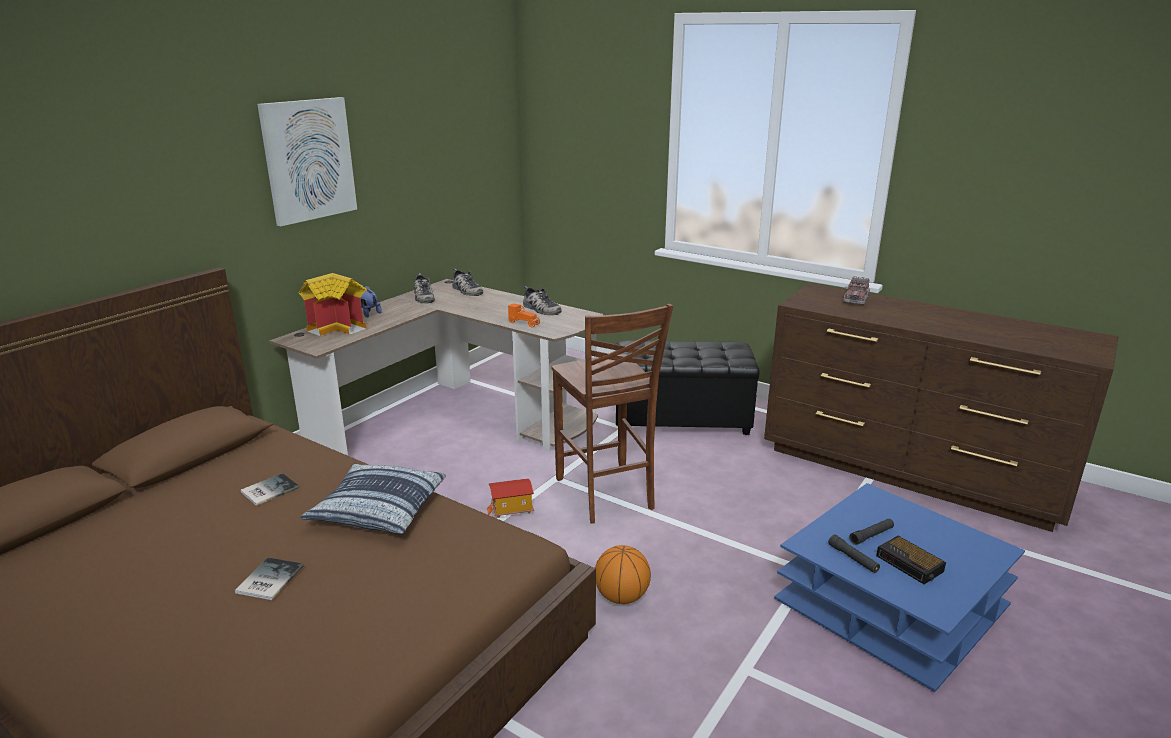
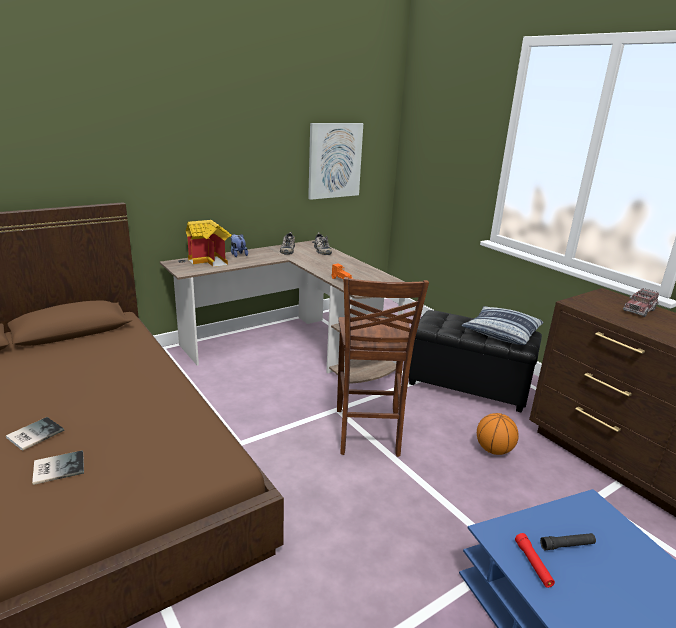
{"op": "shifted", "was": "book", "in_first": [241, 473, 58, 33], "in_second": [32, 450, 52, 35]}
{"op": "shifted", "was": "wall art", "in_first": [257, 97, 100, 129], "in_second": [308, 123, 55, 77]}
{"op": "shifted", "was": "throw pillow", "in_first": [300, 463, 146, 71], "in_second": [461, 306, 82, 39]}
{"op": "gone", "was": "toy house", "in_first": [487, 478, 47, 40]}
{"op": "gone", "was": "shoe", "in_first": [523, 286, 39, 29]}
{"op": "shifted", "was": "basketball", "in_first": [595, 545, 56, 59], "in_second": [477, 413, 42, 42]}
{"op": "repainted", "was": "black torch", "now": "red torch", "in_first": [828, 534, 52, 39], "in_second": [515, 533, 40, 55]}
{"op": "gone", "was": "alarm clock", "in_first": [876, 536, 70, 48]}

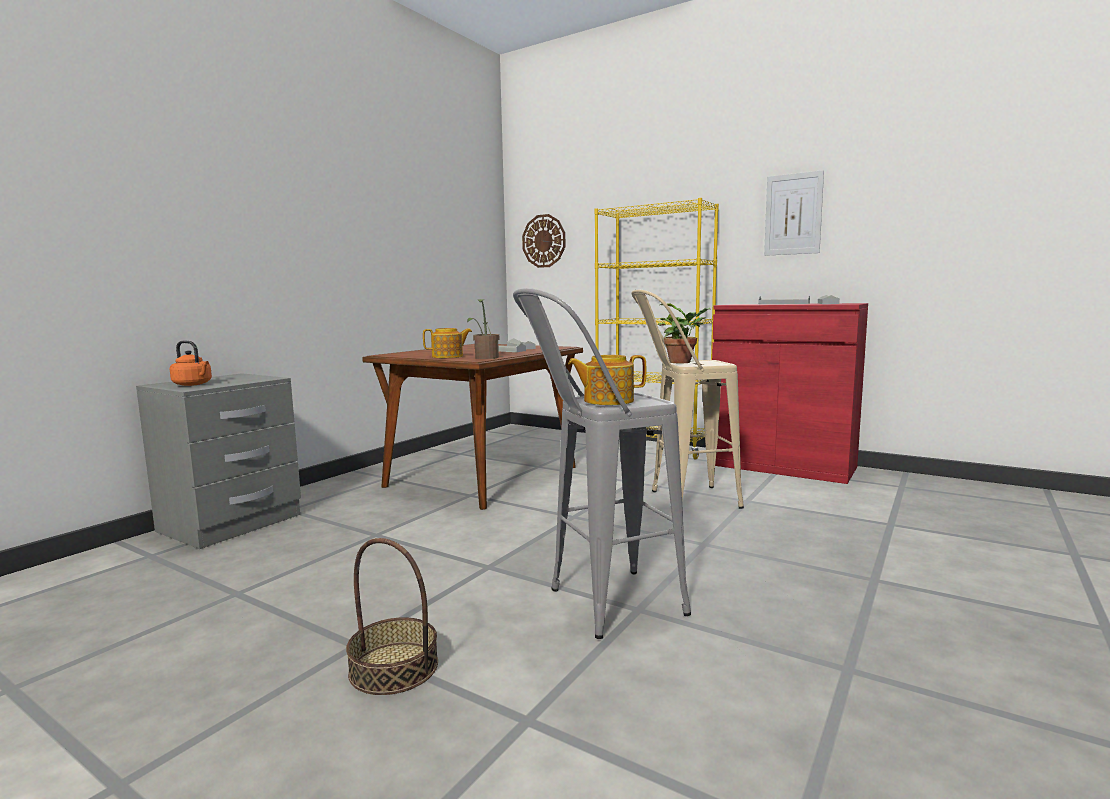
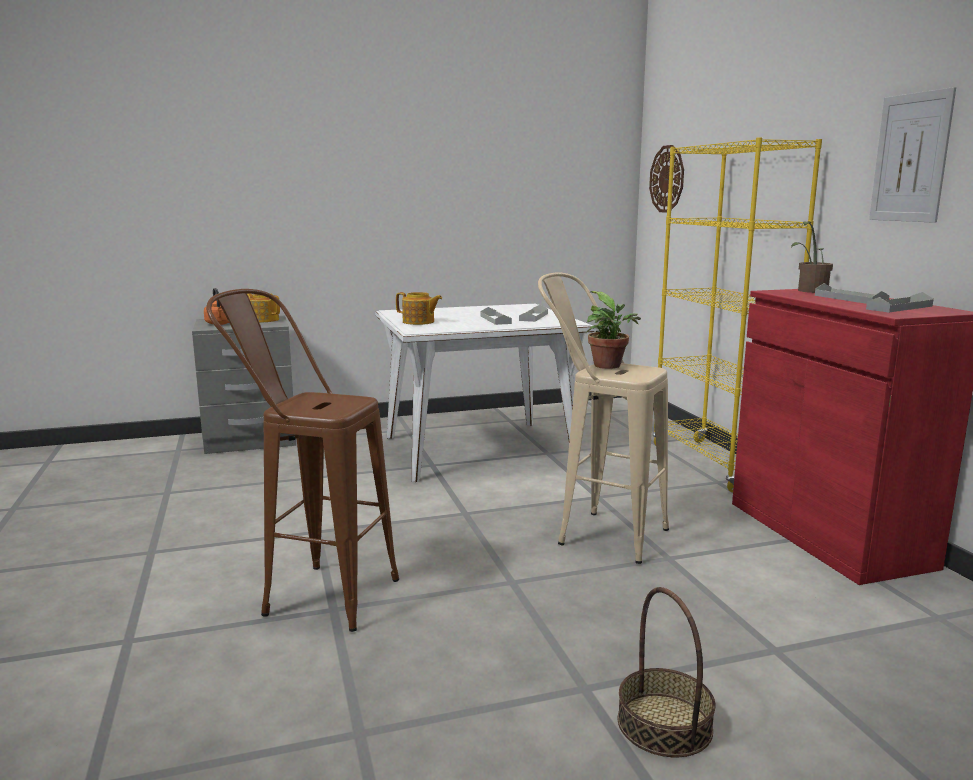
{"op": "shifted", "was": "basket", "in_first": [346, 538, 92, 157], "in_second": [618, 587, 98, 170]}
{"op": "repainted", "was": "brown-coloured kitchen table", "now": "white kitchen table", "in_first": [362, 344, 221, 166], "in_second": [375, 304, 220, 178]}
{"op": "shifted", "was": "plant in a pot", "in_first": [467, 299, 32, 60], "in_second": [791, 221, 42, 72]}
{"op": "repainted", "was": "greyish sitting stool", "now": "brown-coloured sitting stool", "in_first": [513, 288, 178, 351], "in_second": [206, 289, 193, 343]}
{"op": "shifted", "was": "pot for tea", "in_first": [568, 355, 79, 50], "in_second": [247, 293, 33, 29]}

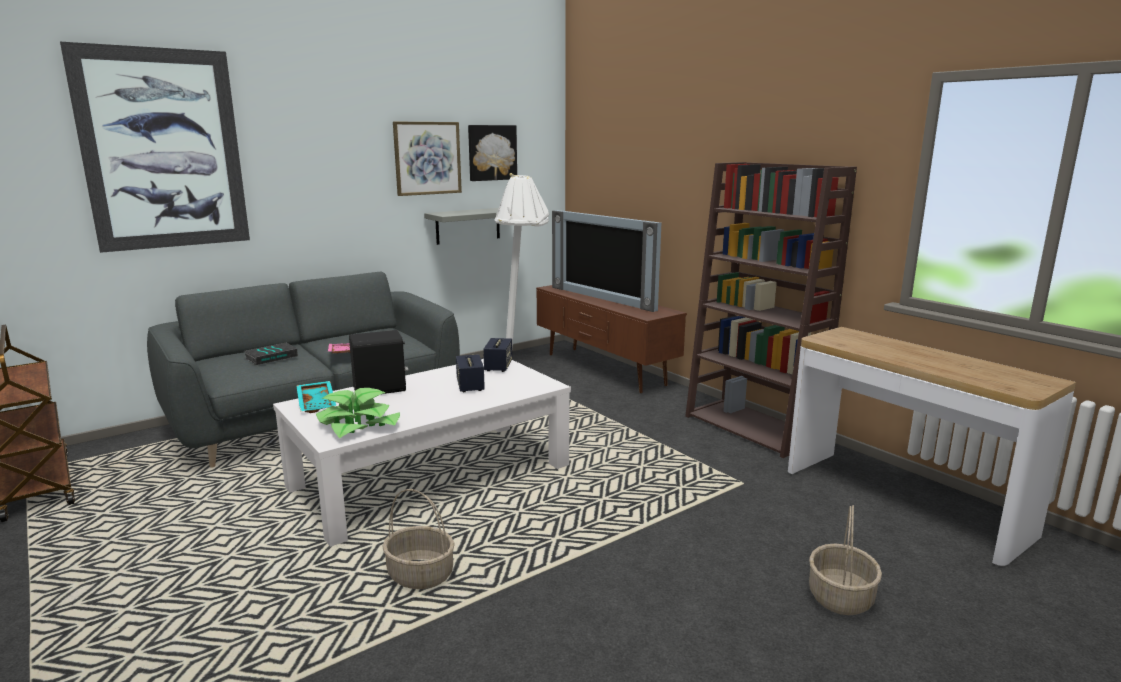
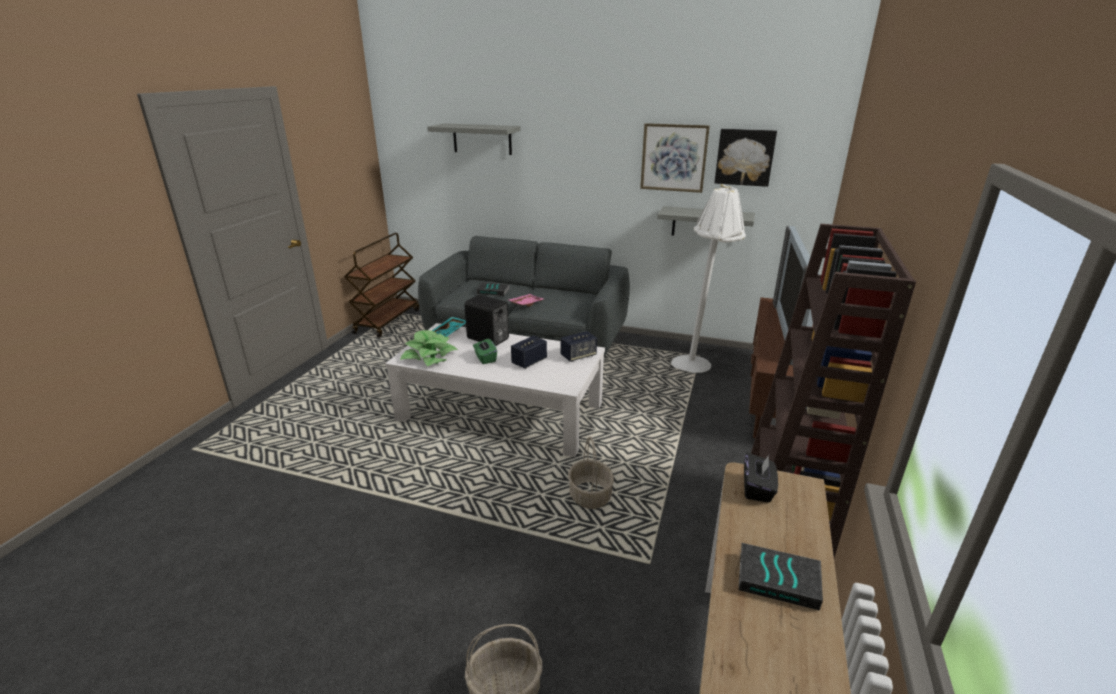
{"op": "swapped", "was": "wall art", "now": "greyish wall shelf", "in_first": [60, 42, 190, 211], "in_second": [427, 123, 94, 32]}
{"op": "shifted", "was": "basket", "in_first": [382, 489, 73, 100], "in_second": [568, 437, 46, 72]}
{"op": "new", "now": "green tissue holder", "in_second": [473, 339, 24, 25]}
{"op": "new", "now": "book", "in_second": [739, 543, 84, 68]}
{"op": "new", "now": "black tissue holder", "in_second": [744, 452, 34, 51]}

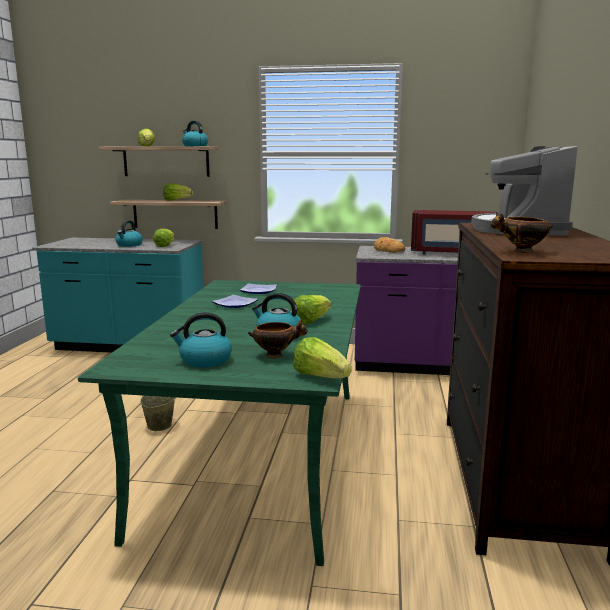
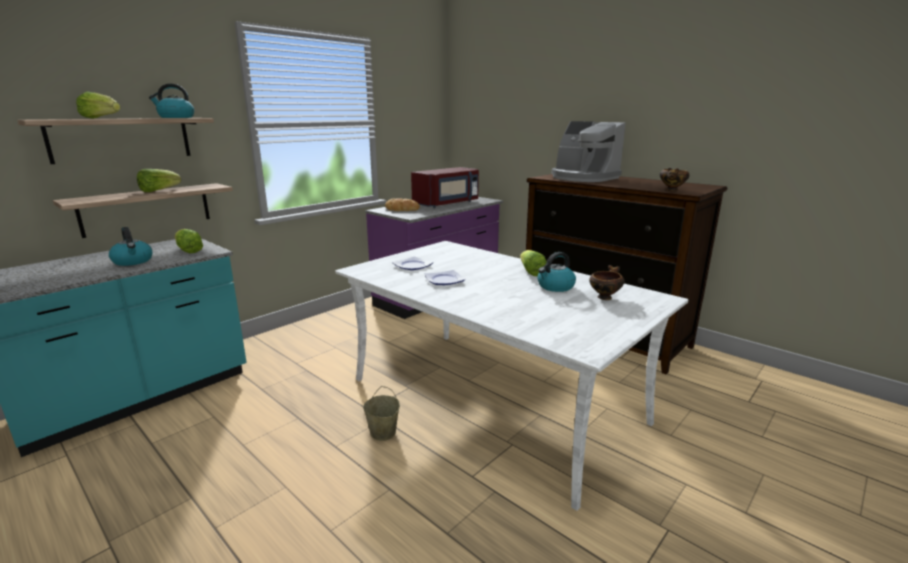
{"op": "repainted", "was": "green kitchen table", "now": "white kitchen table", "in_first": [78, 280, 283, 286], "in_second": [335, 241, 353, 270]}
{"op": "gone", "was": "tea kettle", "in_first": [170, 312, 62, 55]}
{"op": "gone", "was": "lettuce head", "in_first": [293, 337, 59, 41]}

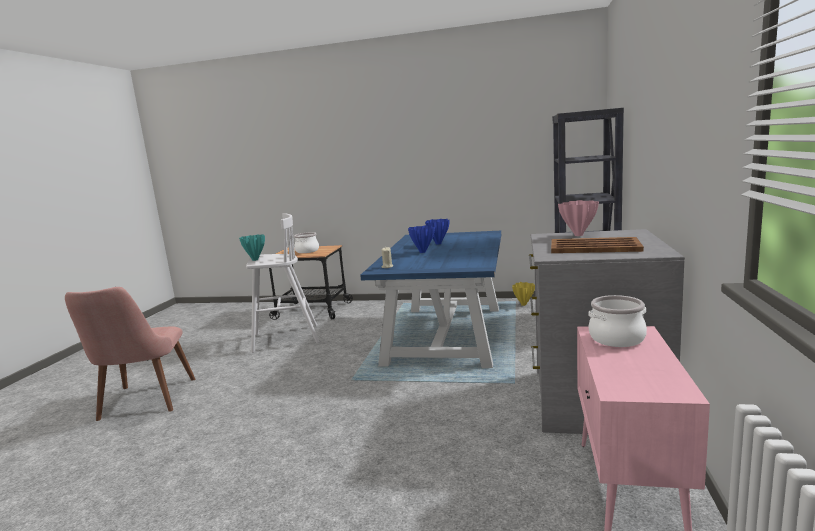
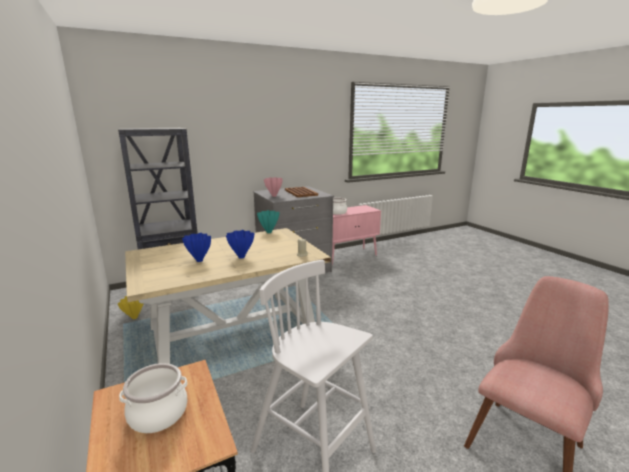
{"op": "shifted", "was": "turquoise flower vase", "in_first": [239, 234, 26, 27], "in_second": [257, 210, 23, 23]}
{"op": "repainted", "was": "blue-coloured kitchen table", "now": "beige kitchen table", "in_first": [360, 231, 141, 137], "in_second": [125, 228, 206, 136]}

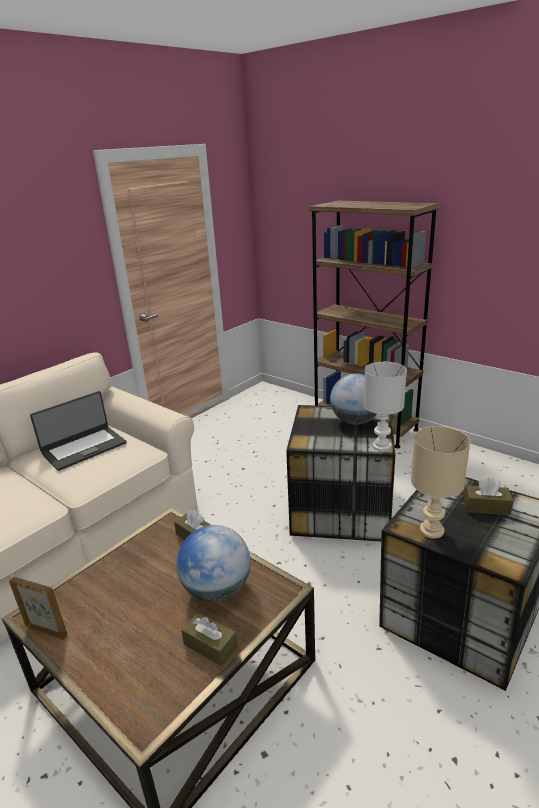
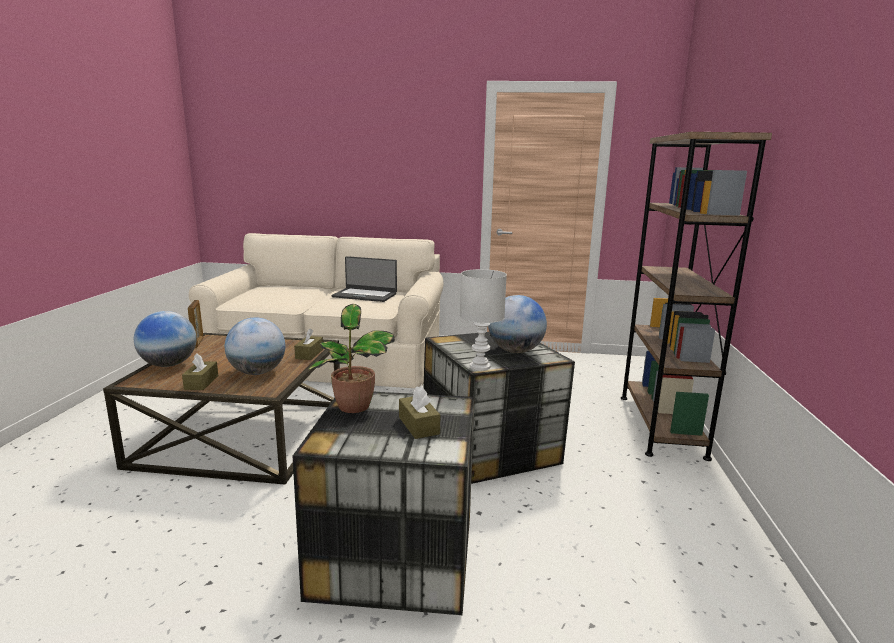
{"op": "swapped", "was": "beige lamp for a table", "now": "plant in a pot", "in_first": [411, 426, 59, 112], "in_second": [308, 304, 86, 109]}
{"op": "new", "now": "desk globe", "in_second": [134, 311, 63, 56]}

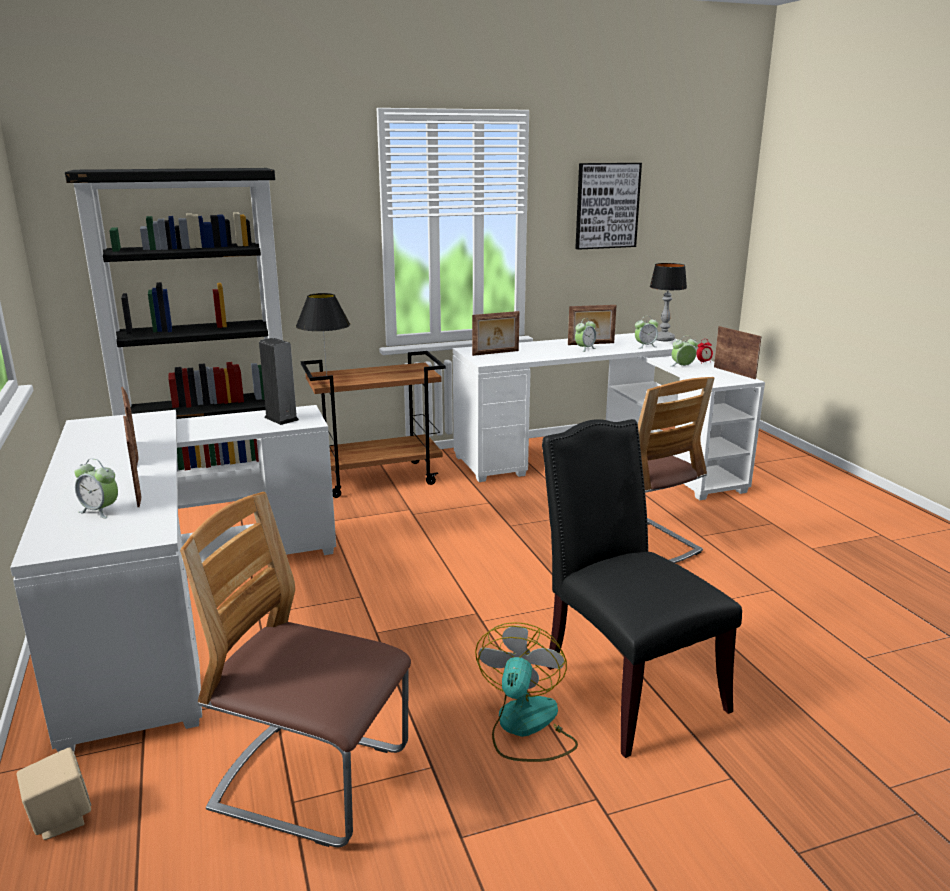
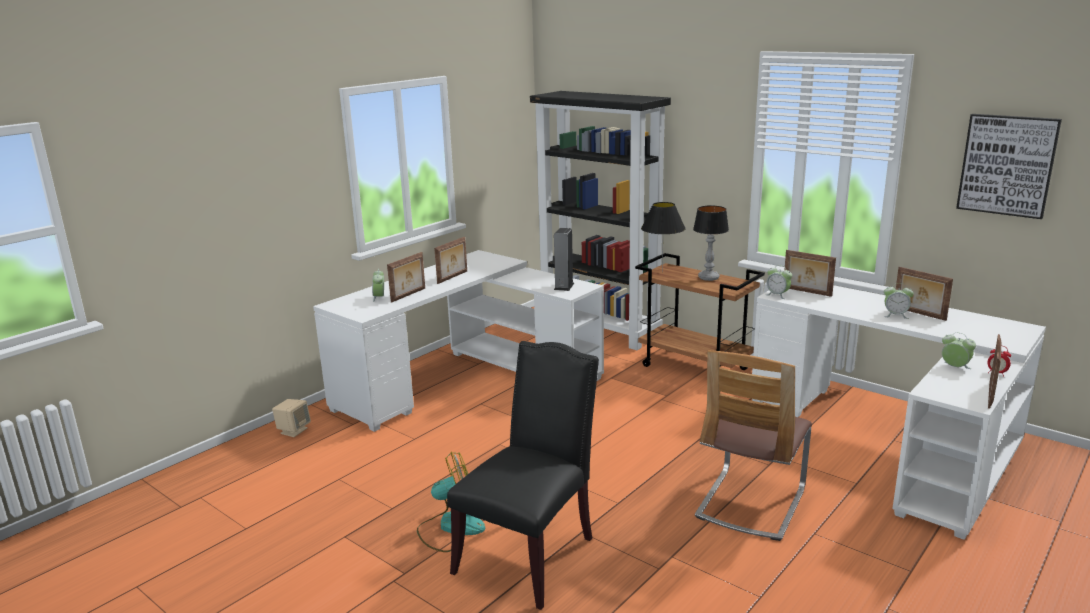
{"op": "gone", "was": "upright chair", "in_first": [180, 492, 231, 355]}
{"op": "shifted", "was": "alarm clock", "in_first": [635, 318, 23, 30], "in_second": [765, 265, 27, 34]}
{"op": "shifted", "was": "lamp for a table", "in_first": [650, 263, 37, 78], "in_second": [693, 205, 36, 76]}

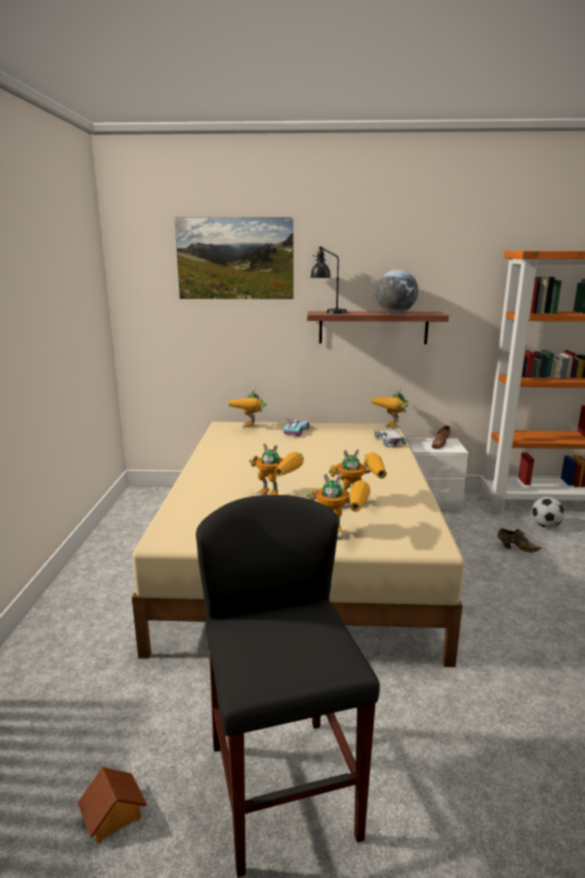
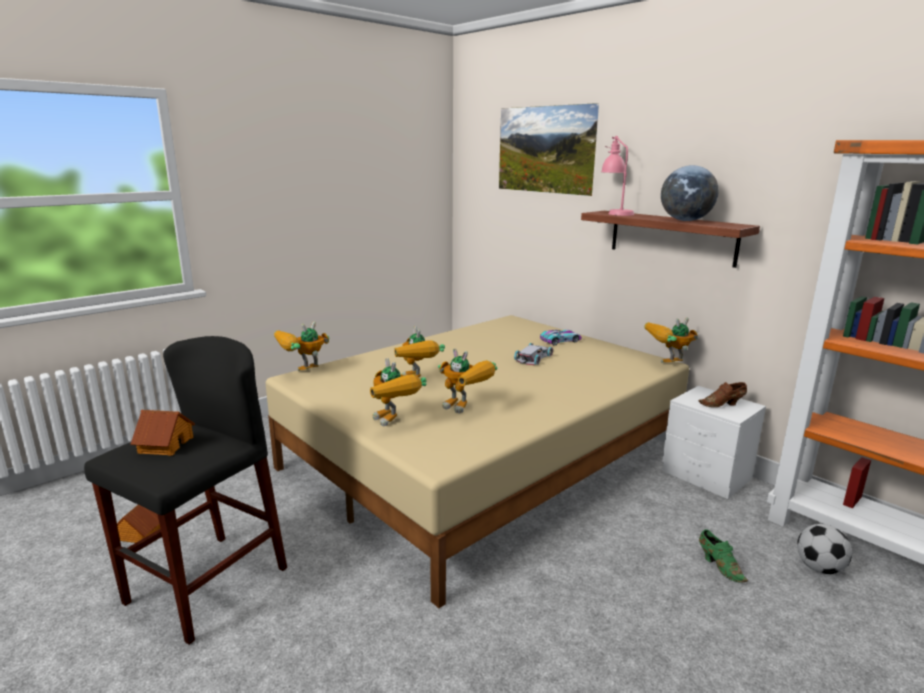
{"op": "shifted", "was": "robot figure", "in_first": [229, 387, 38, 41], "in_second": [274, 321, 56, 50]}
{"op": "repainted", "was": "black lamp for a table", "now": "pink lamp for a table", "in_first": [310, 246, 37, 68], "in_second": [601, 136, 33, 80]}
{"op": "shifted", "was": "white model car", "in_first": [374, 429, 33, 18], "in_second": [514, 343, 39, 22]}
{"op": "repainted", "was": "brown-coloured shoe", "now": "green shoe", "in_first": [498, 528, 44, 25], "in_second": [699, 529, 49, 54]}
{"op": "new", "now": "toy house", "in_second": [131, 410, 64, 46]}

